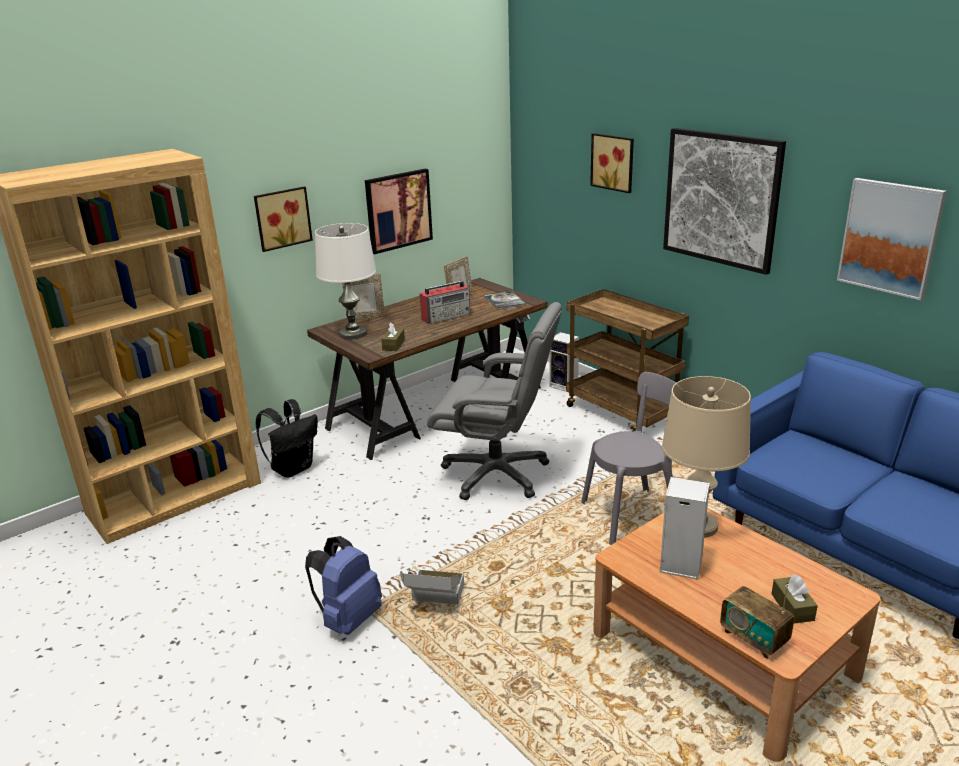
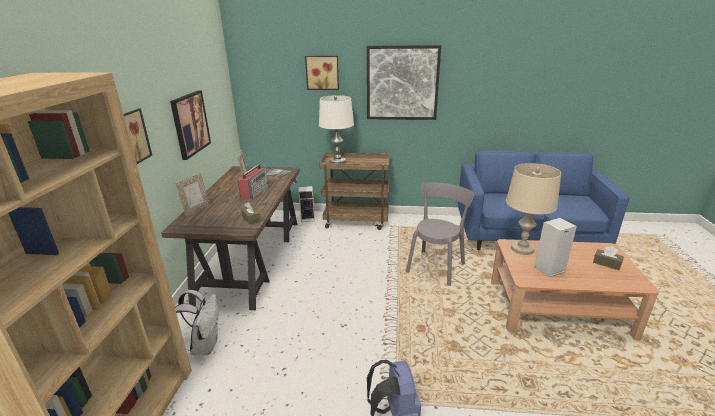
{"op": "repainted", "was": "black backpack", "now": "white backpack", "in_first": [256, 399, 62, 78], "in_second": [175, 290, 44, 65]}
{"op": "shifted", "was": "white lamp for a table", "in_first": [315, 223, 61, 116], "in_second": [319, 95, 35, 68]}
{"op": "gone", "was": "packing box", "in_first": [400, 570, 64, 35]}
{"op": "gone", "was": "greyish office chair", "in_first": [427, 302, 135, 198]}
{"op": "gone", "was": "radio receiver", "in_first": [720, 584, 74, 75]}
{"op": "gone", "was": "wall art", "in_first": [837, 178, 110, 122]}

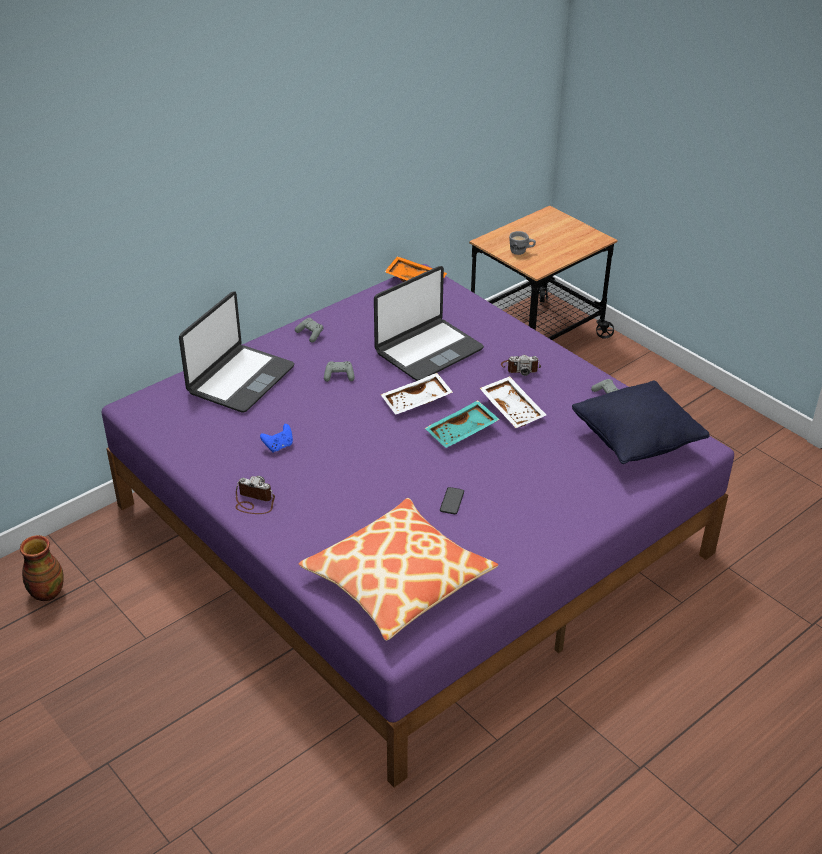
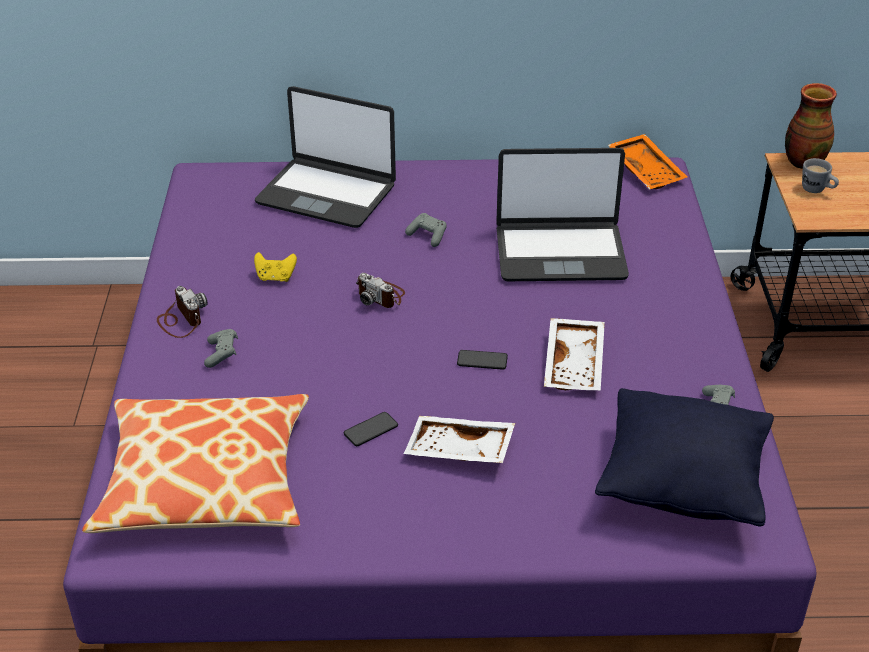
{"op": "shifted", "was": "flower vase", "in_first": [20, 535, 44, 66], "in_second": [785, 83, 52, 86]}
{"op": "rotated", "was": "notebook computer", "in_first": [179, 291, 116, 122], "in_second": [255, 86, 141, 142], "clockwise": 45}
{"op": "repainted", "was": "blue-coloured joypad", "now": "yellow joypad", "in_first": [260, 424, 33, 28], "in_second": [254, 252, 43, 30]}
{"op": "shifted", "was": "greyish joypad", "in_first": [295, 318, 29, 25], "in_second": [204, 329, 34, 39]}
{"op": "shifted", "was": "white carrying tray", "in_first": [381, 373, 72, 42], "in_second": [404, 416, 111, 47]}
{"op": "swapped", "was": "turquoise carrying tray", "now": "handset", "in_first": [425, 400, 75, 48], "in_second": [457, 350, 51, 20]}
{"op": "shifted", "was": "photo camera", "in_first": [501, 355, 40, 21], "in_second": [356, 273, 49, 35]}

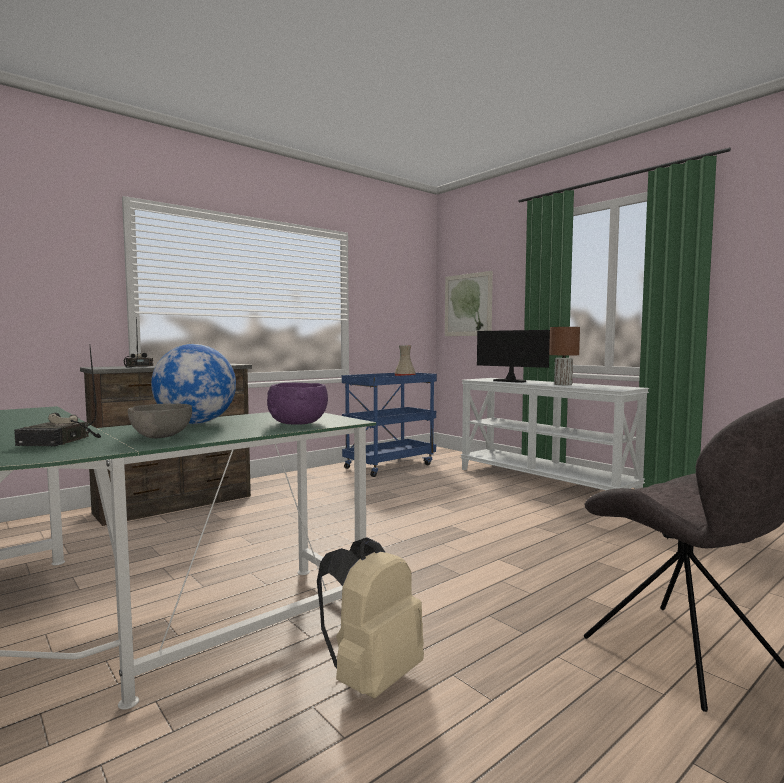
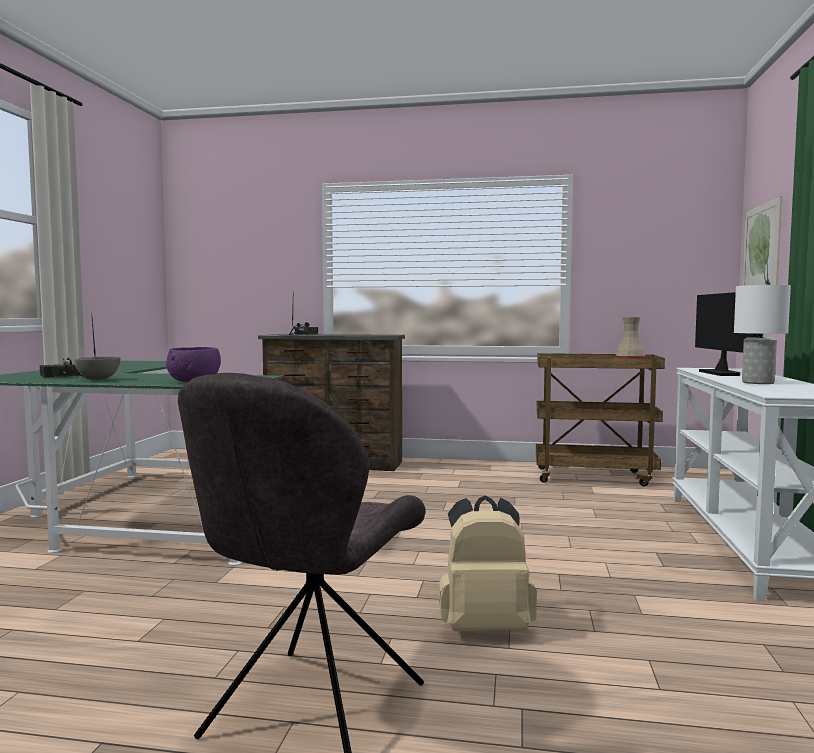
{"op": "gone", "was": "desk globe", "in_first": [151, 344, 85, 80]}
{"op": "shifted", "was": "beige backpack", "in_first": [317, 537, 107, 162], "in_second": [438, 496, 99, 135]}
{"op": "repainted", "was": "blue-coloured wheeled cart", "now": "brown-coloured wheeled cart", "in_first": [342, 372, 95, 105], "in_second": [536, 353, 129, 133]}
{"op": "repainted", "was": "brown-coloured lamp for a table", "now": "white lamp for a table", "in_first": [549, 327, 31, 58], "in_second": [734, 285, 57, 99]}

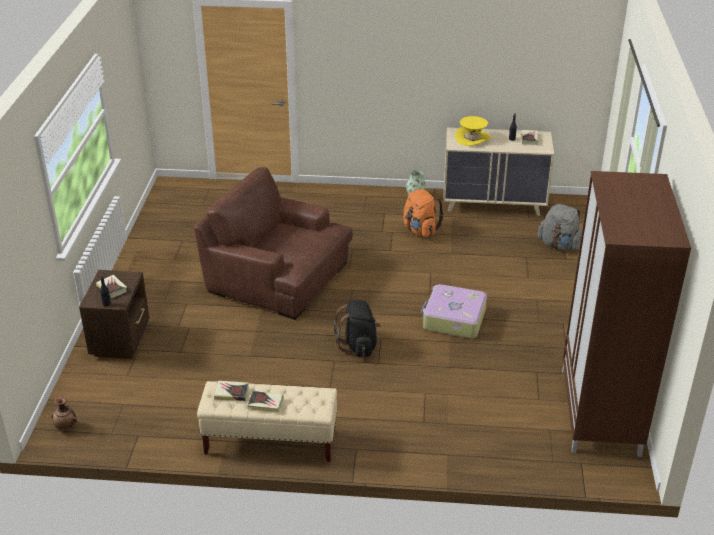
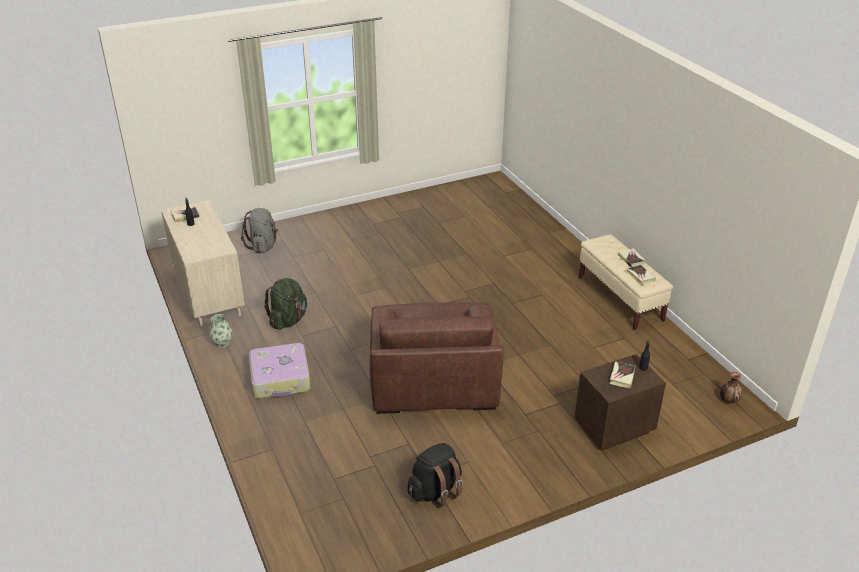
{"op": "shifted", "was": "black backpack", "in_first": [334, 300, 47, 57], "in_second": [408, 443, 55, 65]}
{"op": "repainted", "was": "orangey backpack", "now": "green backpack", "in_first": [403, 189, 41, 48], "in_second": [264, 278, 43, 52]}
{"op": "shifted", "was": "suitcase", "in_first": [421, 284, 66, 54], "in_second": [249, 343, 62, 56]}
{"op": "gone", "was": "yellow wearable hat", "in_first": [455, 116, 36, 30]}
{"op": "gone", "was": "brown-coloured wardrobe", "in_first": [562, 171, 129, 286]}

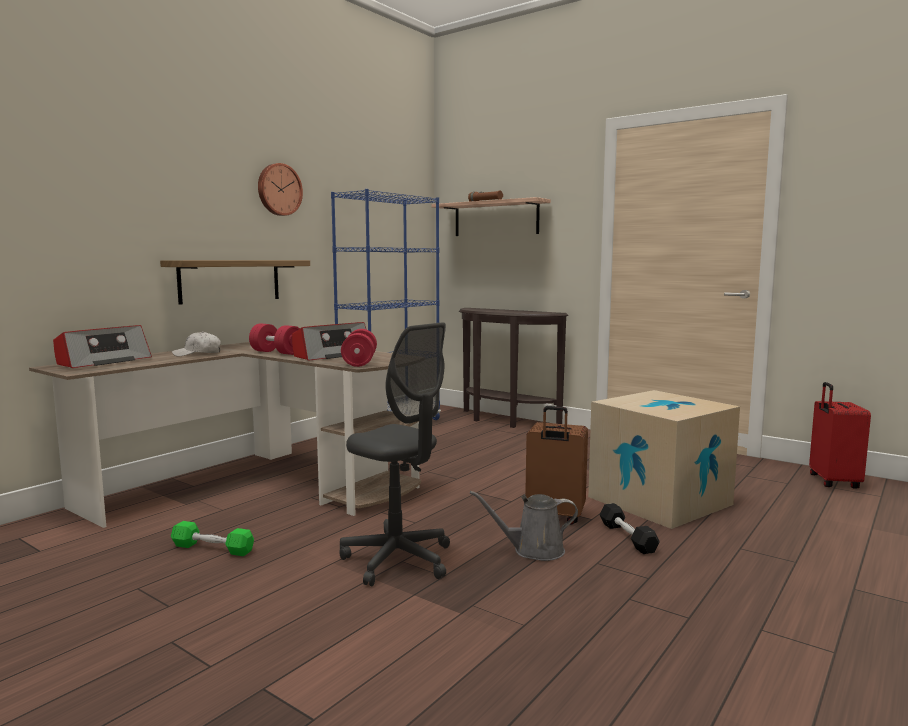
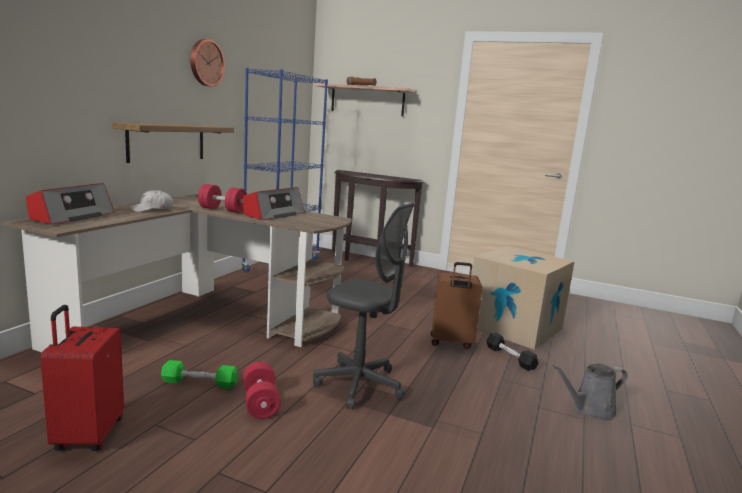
{"op": "shifted", "was": "red free weight", "in_first": [341, 329, 36, 38], "in_second": [243, 362, 38, 57]}
{"op": "shifted", "was": "greyish sprinkling can", "in_first": [470, 491, 108, 70], "in_second": [553, 363, 74, 57]}
{"op": "shifted", "was": "red suitcase", "in_first": [809, 382, 62, 107], "in_second": [40, 305, 84, 146]}

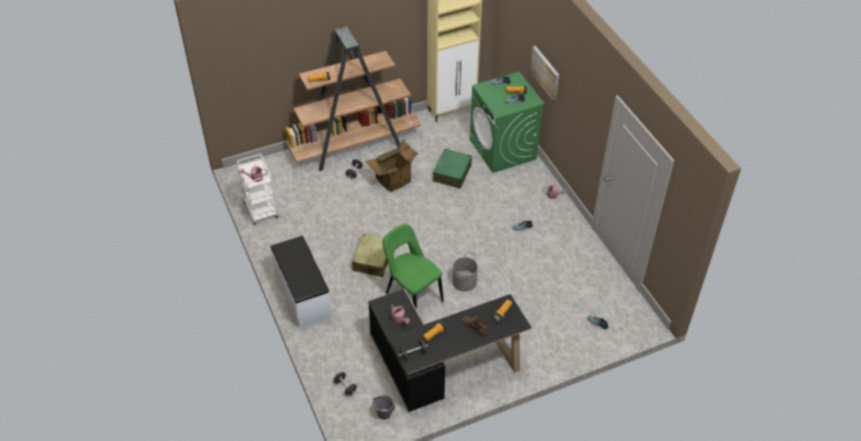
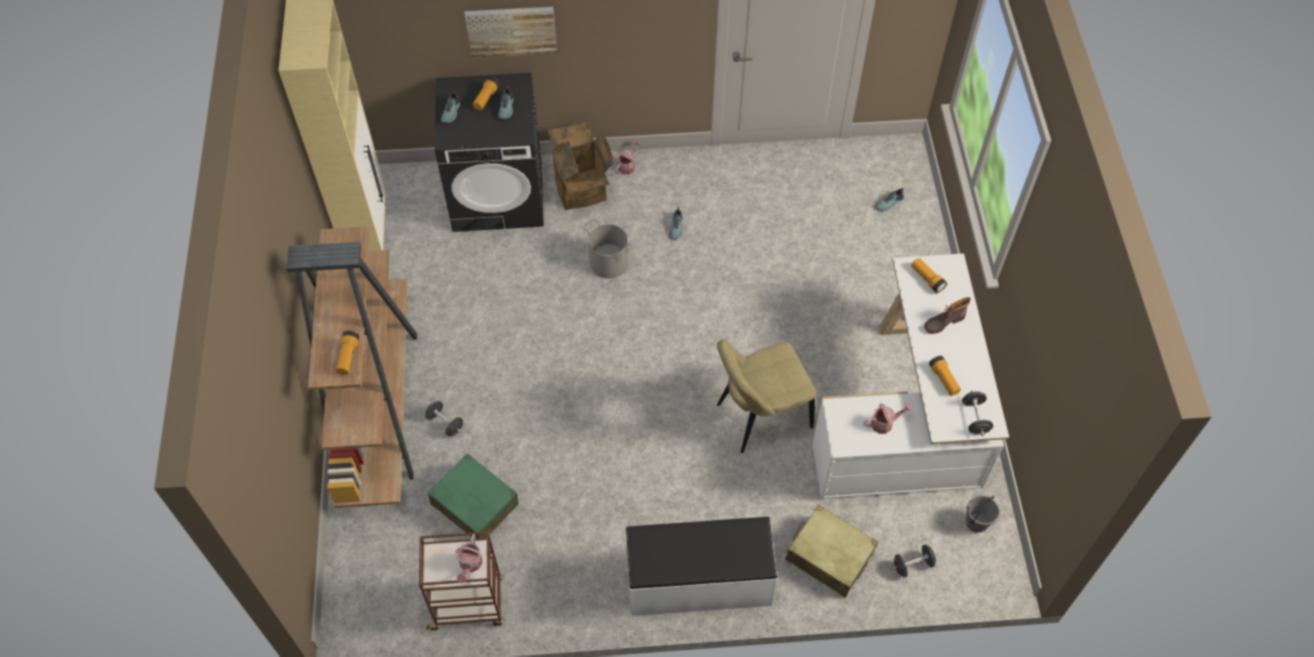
{"op": "repainted", "was": "white wheeled cart", "now": "brown-coloured wheeled cart", "in_first": [237, 154, 42, 71], "in_second": [419, 532, 84, 99]}
{"op": "shifted", "was": "beige suitcase", "in_first": [352, 233, 36, 44], "in_second": [785, 505, 93, 93]}
{"op": "shifted", "was": "packing box", "in_first": [365, 140, 53, 52], "in_second": [548, 121, 66, 89]}
{"op": "repainted", "was": "black desk", "now": "white desk", "in_first": [368, 289, 164, 123], "in_second": [812, 253, 197, 246]}
{"op": "repainted", "was": "green upright chair", "now": "beige upright chair", "in_first": [382, 224, 61, 85], "in_second": [717, 340, 100, 113]}
{"op": "shifted", "was": "green suitcase", "in_first": [433, 148, 39, 41], "in_second": [427, 453, 92, 86]}
{"op": "shifted", "was": "greyish bucket", "in_first": [452, 252, 26, 40], "in_second": [583, 219, 50, 60]}
{"op": "repainted", "was": "green laundry appliance", "now": "black laundry appliance", "in_first": [470, 72, 75, 101], "in_second": [435, 73, 109, 159]}

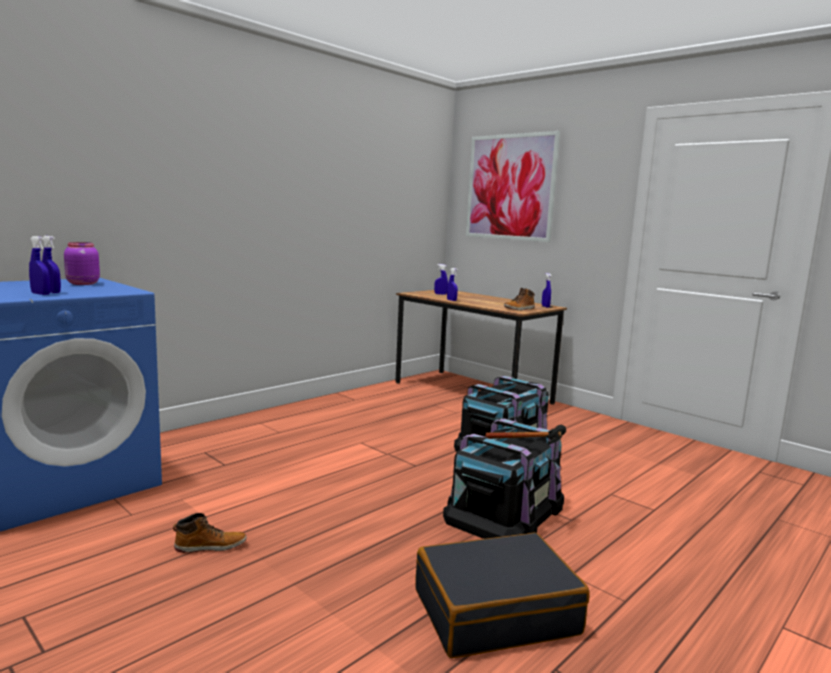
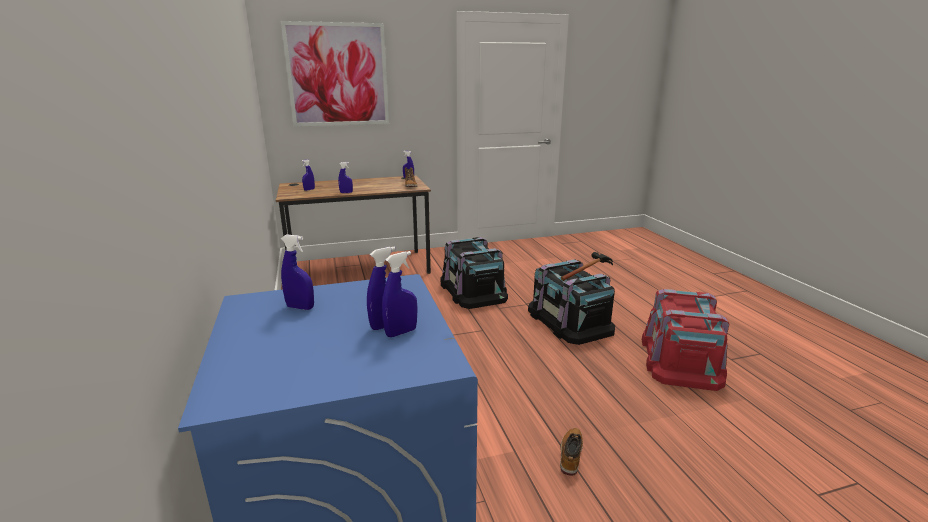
{"op": "swapped", "was": "purple-coloured jar", "now": "blue-coloured sprayer", "in_first": [64, 242, 36, 43], "in_second": [281, 234, 33, 76]}
{"op": "swapped", "was": "black suitcase", "now": "red storage box", "in_first": [415, 532, 175, 126], "in_second": [642, 289, 87, 102]}

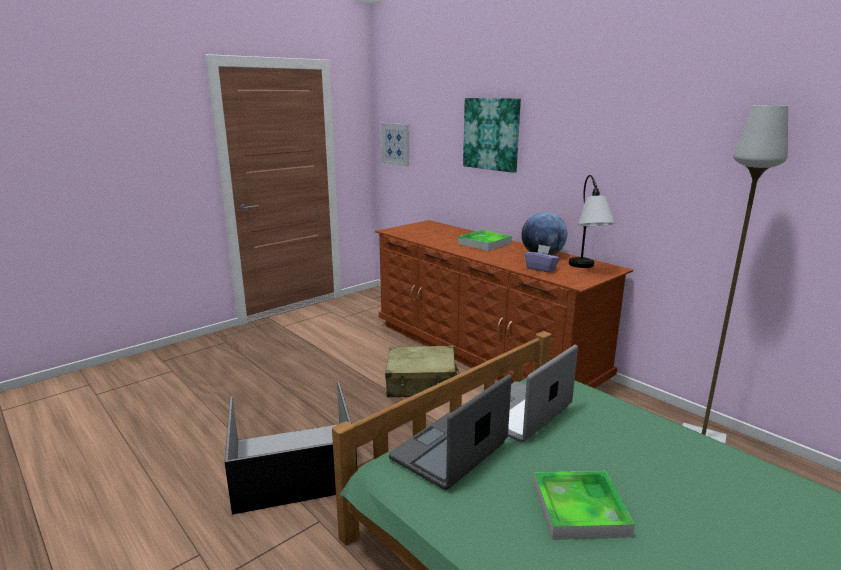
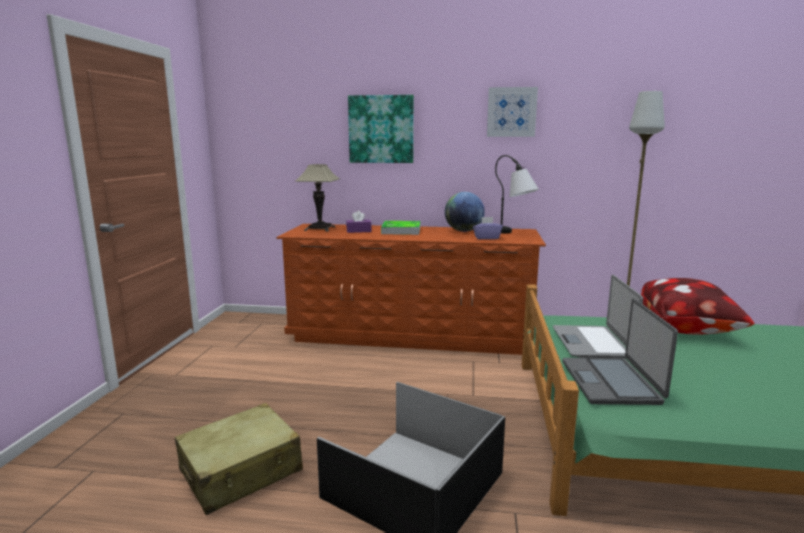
{"op": "shifted", "was": "wall art", "in_first": [381, 123, 28, 43], "in_second": [487, 87, 51, 50]}
{"op": "shifted", "was": "beige suitcase", "in_first": [385, 345, 74, 52], "in_second": [175, 403, 128, 112]}
{"op": "gone", "was": "carrying tray", "in_first": [533, 471, 102, 69]}
{"op": "new", "now": "lamp for a table", "in_second": [296, 164, 44, 68]}
{"op": "new", "now": "purple-coloured tissue holder", "in_second": [346, 211, 26, 22]}
{"op": "new", "now": "throw pillow", "in_second": [641, 278, 114, 56]}

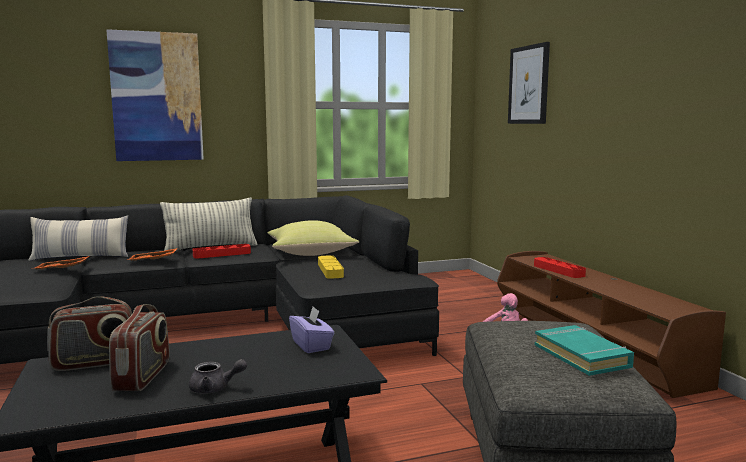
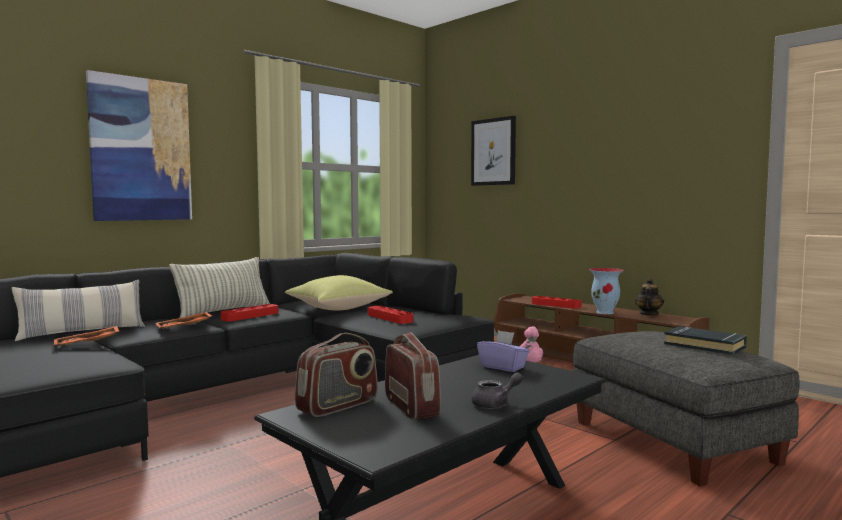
{"op": "repainted", "was": "yellow carrying tray", "now": "red carrying tray", "in_first": [318, 255, 26, 24], "in_second": [368, 306, 45, 18]}
{"op": "repainted", "was": "turquoise book", "now": "black book", "in_first": [535, 325, 99, 51], "in_second": [664, 326, 83, 29]}
{"op": "new", "now": "flower vase", "in_second": [589, 268, 35, 46]}
{"op": "new", "now": "pot for tea", "in_second": [635, 278, 29, 37]}

